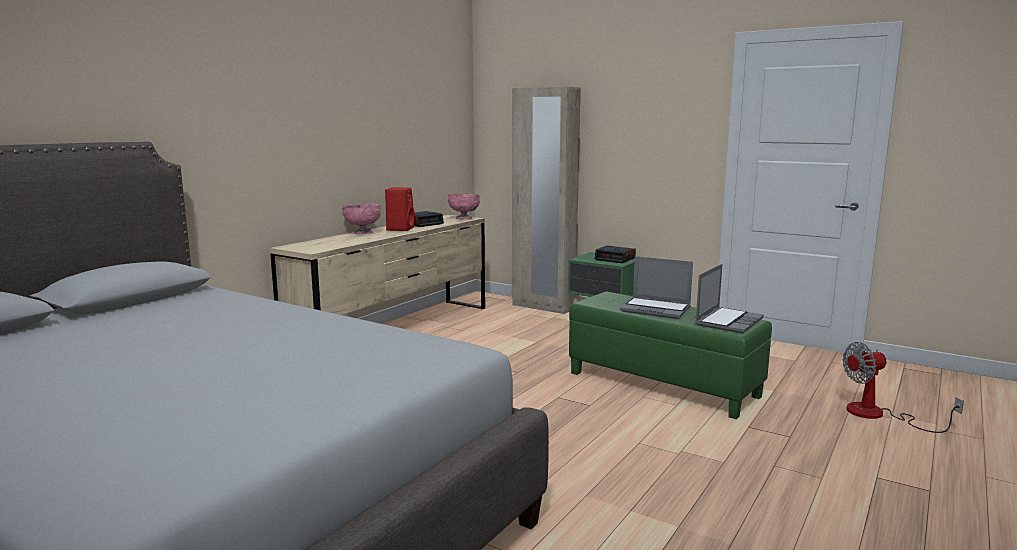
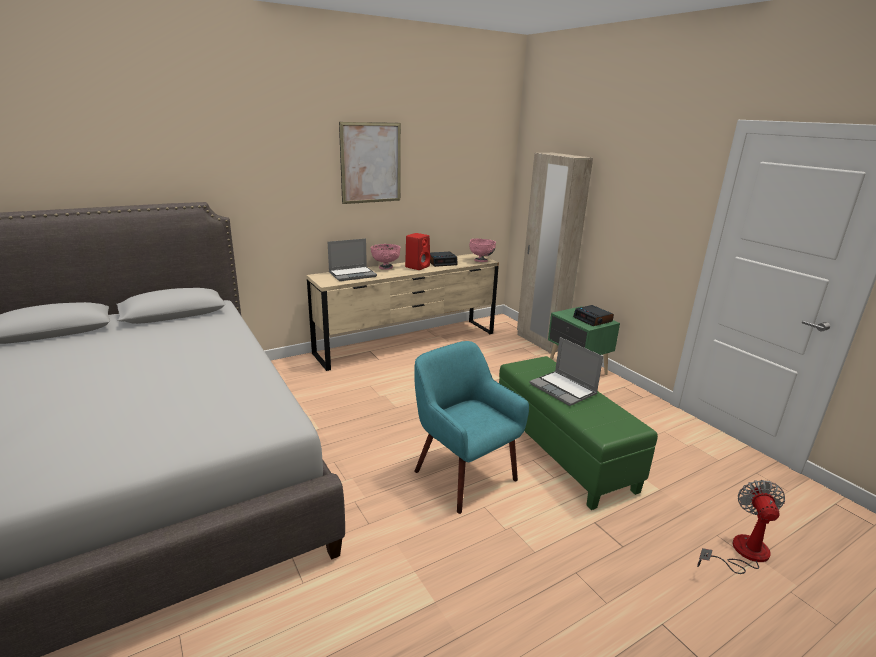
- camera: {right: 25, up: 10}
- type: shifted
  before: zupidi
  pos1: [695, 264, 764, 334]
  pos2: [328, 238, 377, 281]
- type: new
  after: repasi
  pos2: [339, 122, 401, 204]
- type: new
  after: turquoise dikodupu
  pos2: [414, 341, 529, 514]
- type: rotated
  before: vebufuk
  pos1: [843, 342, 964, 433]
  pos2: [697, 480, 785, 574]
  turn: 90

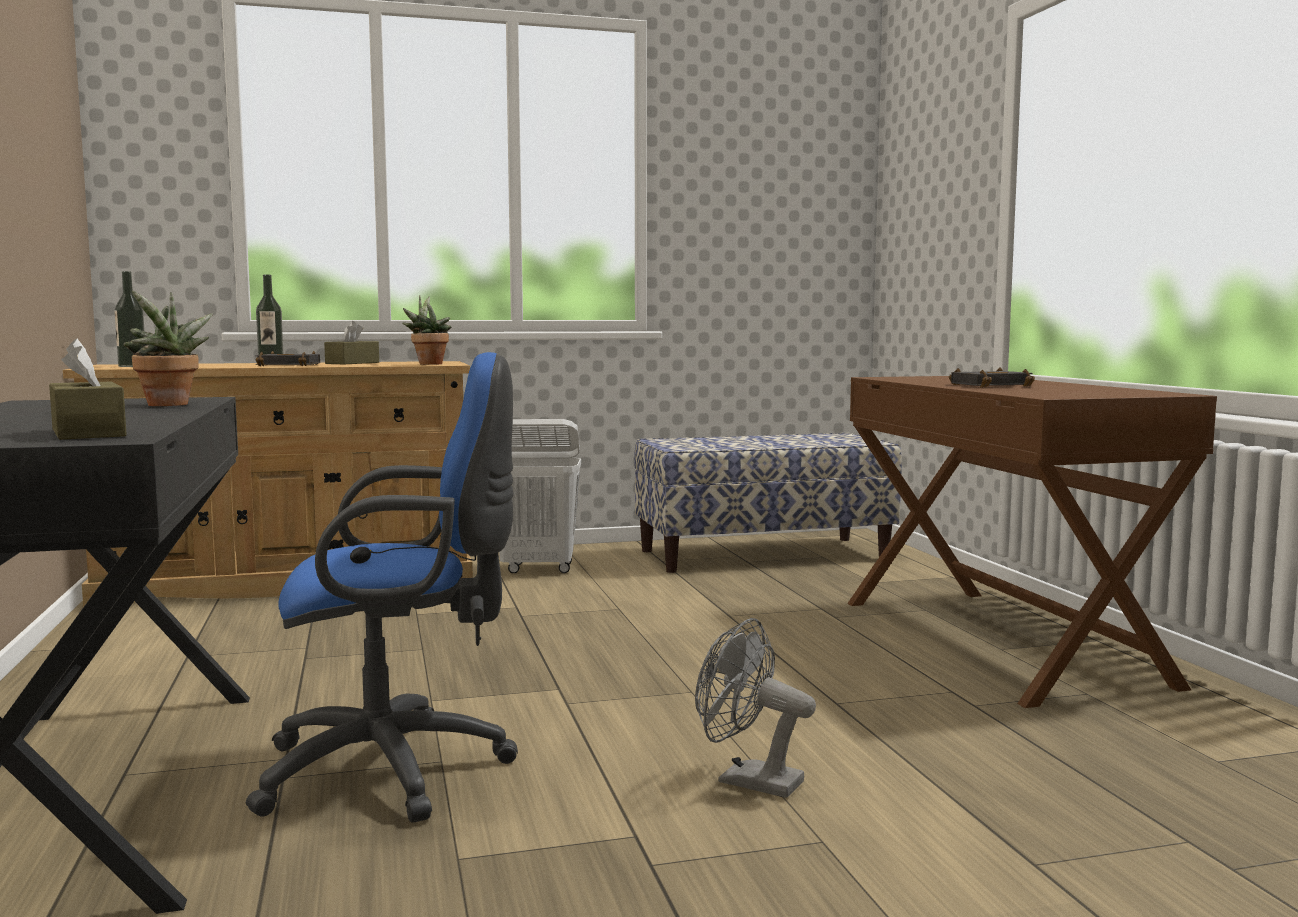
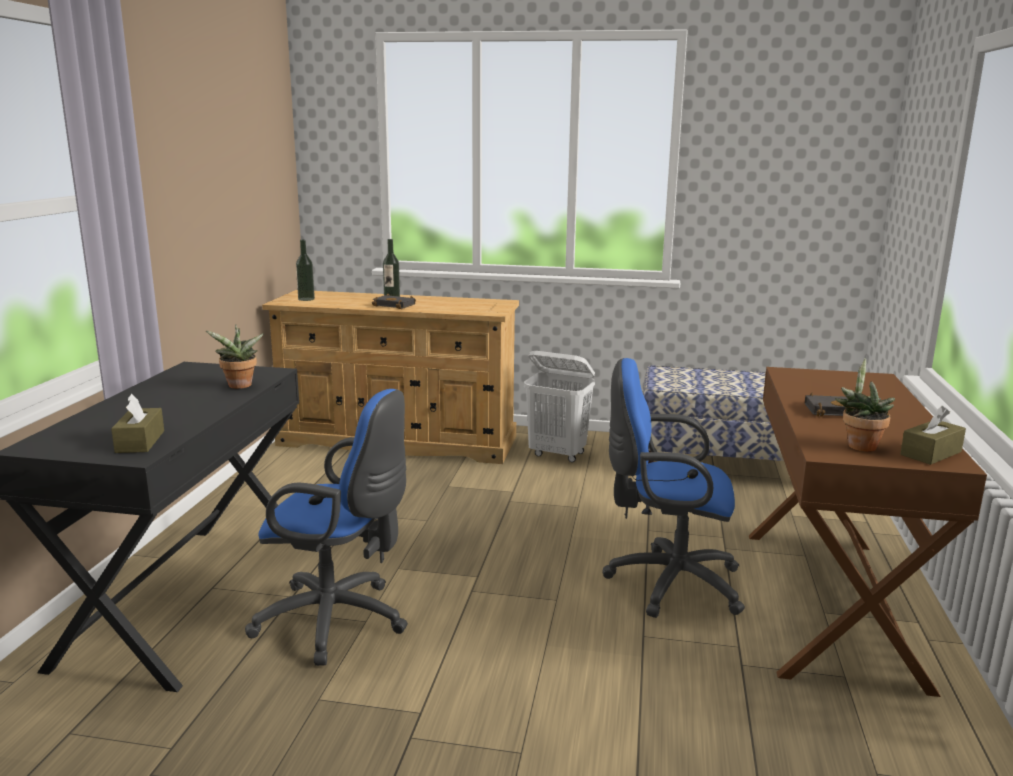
- camera: {right: 25, up: 10}
- type: new
  after: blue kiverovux
  pos2: [602, 358, 745, 618]
- type: shifted
  before: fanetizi
  pos1: [402, 295, 452, 365]
  pos2: [835, 358, 895, 452]
- type: shifted
  before: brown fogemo
  pos1: [324, 321, 379, 364]
  pos2: [900, 406, 966, 465]
- type: gone
  before: grey vebufuk
  pos1: [695, 618, 816, 798]

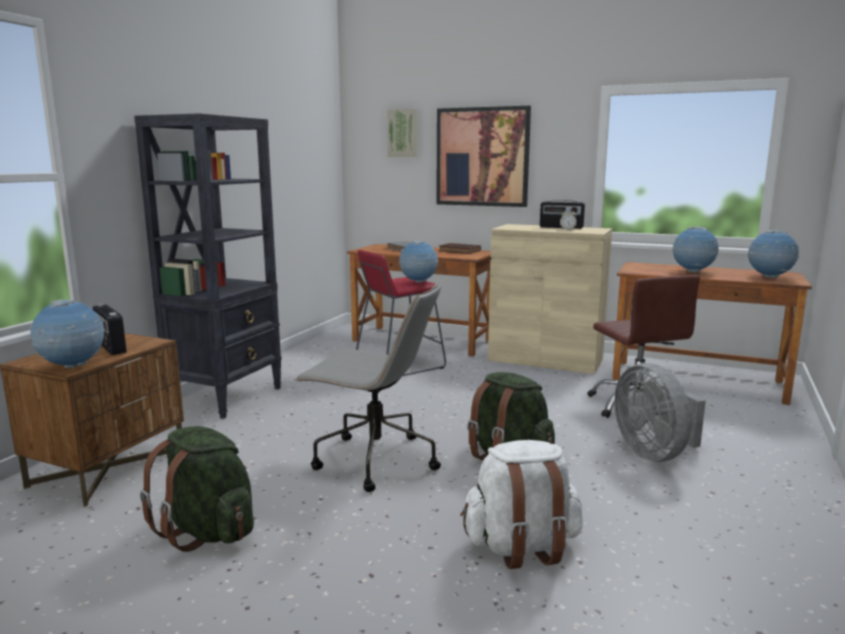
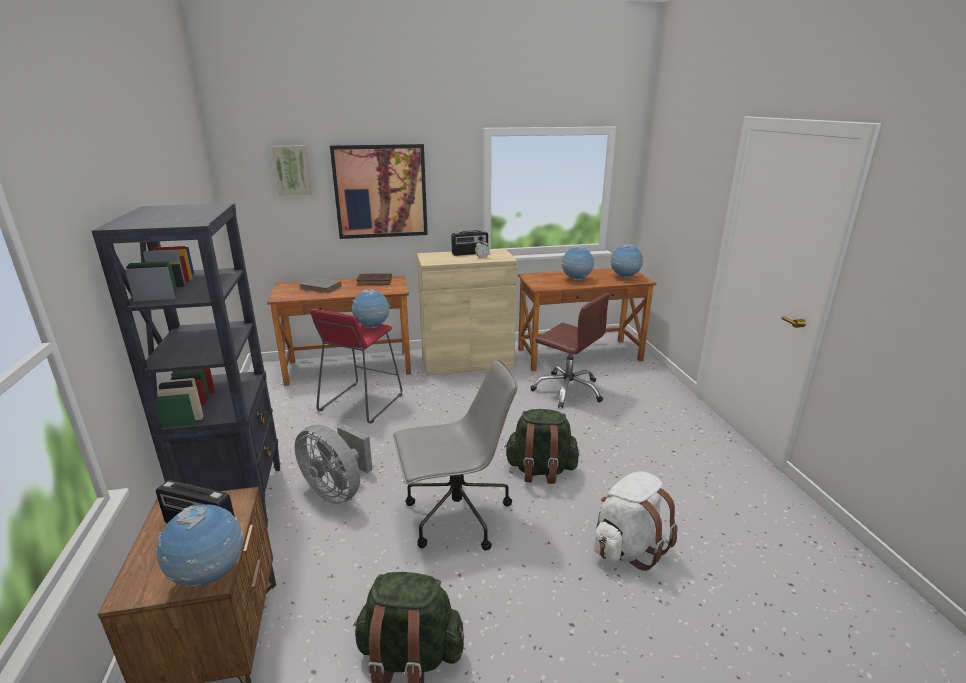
- camera: {right: -35, up: 10}
- type: shifted
  before: grey vebufuk
  pos1: [614, 363, 706, 462]
  pos2: [295, 424, 373, 504]

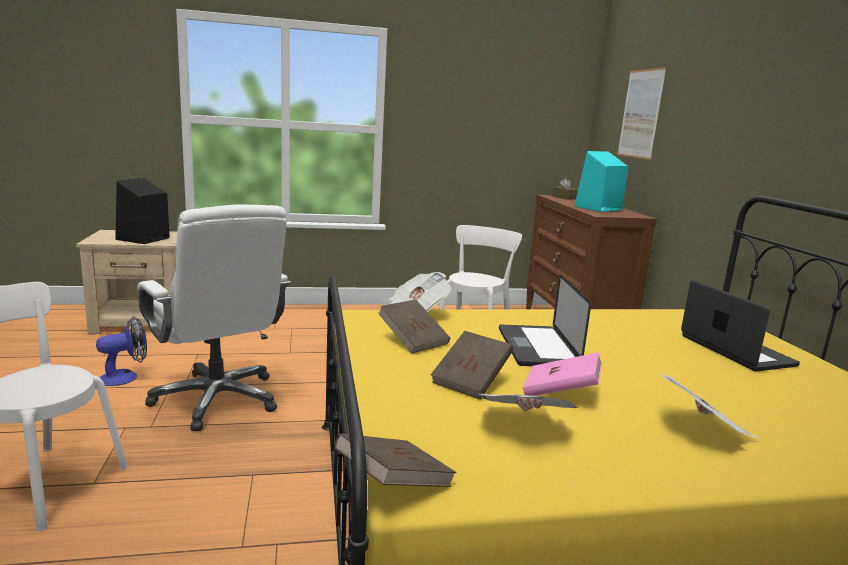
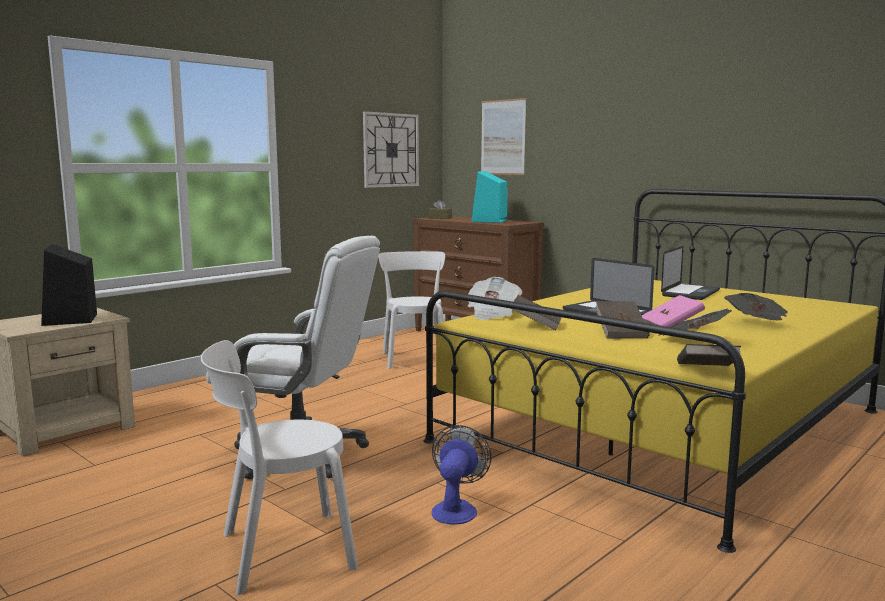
- camera: {right: -35, up: -5}
- type: new
  after: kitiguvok
  pos2: [363, 111, 419, 188]
- type: shifted
  before: vebufuk
  pos1: [96, 317, 147, 386]
  pos2: [432, 425, 491, 524]
- type: rotated
  before: zupidi
  pos1: [681, 280, 800, 371]
  pos2: [661, 246, 720, 300]
  turn: 90

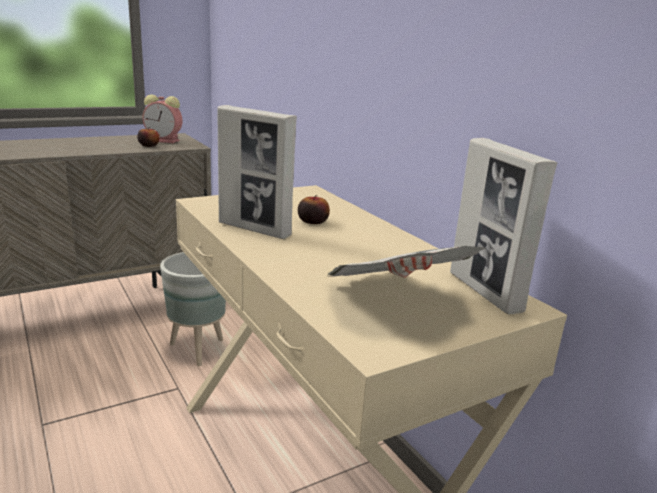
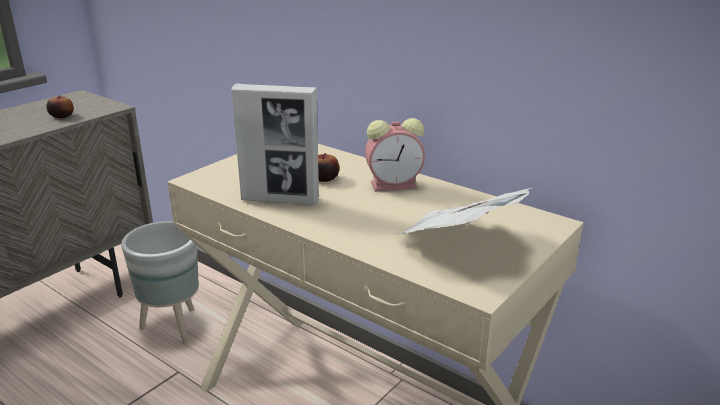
- camera: {right: -20, up: 5}
- type: shifted
  before: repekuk
  pos1: [143, 94, 183, 143]
  pos2: [365, 118, 425, 192]
- type: gone
  before: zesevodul
  pos1: [450, 138, 557, 314]

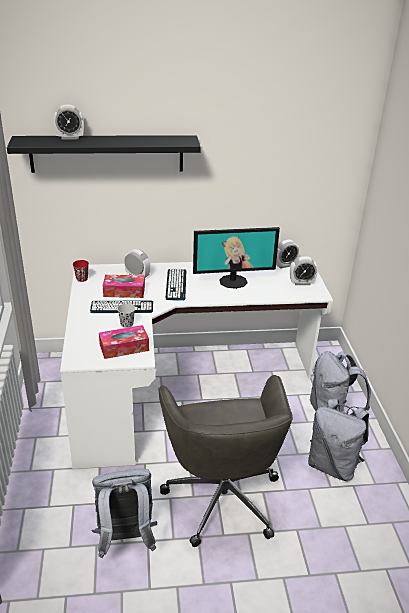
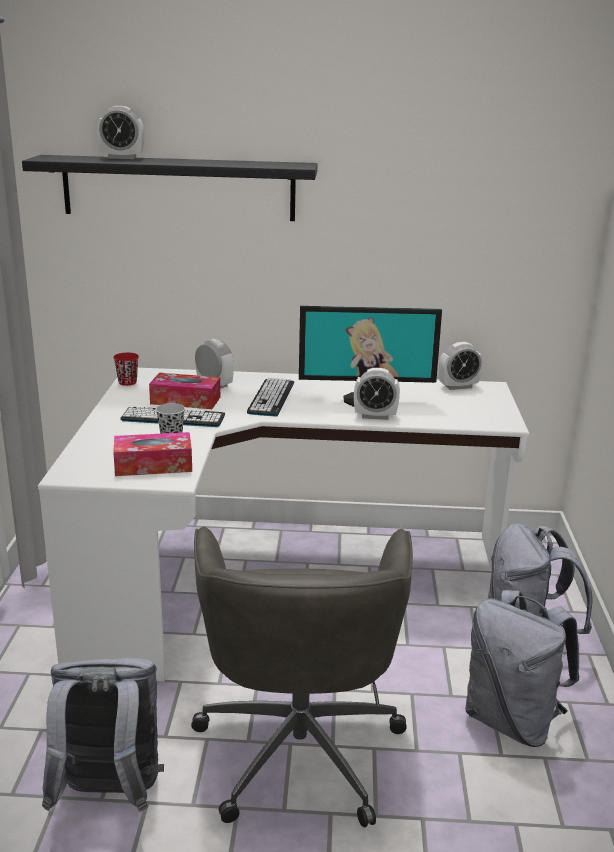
- camera: {right: 10, up: -10}
- type: shifted
  before: repekuk
  pos1: [290, 256, 318, 285]
  pos2: [354, 368, 400, 420]

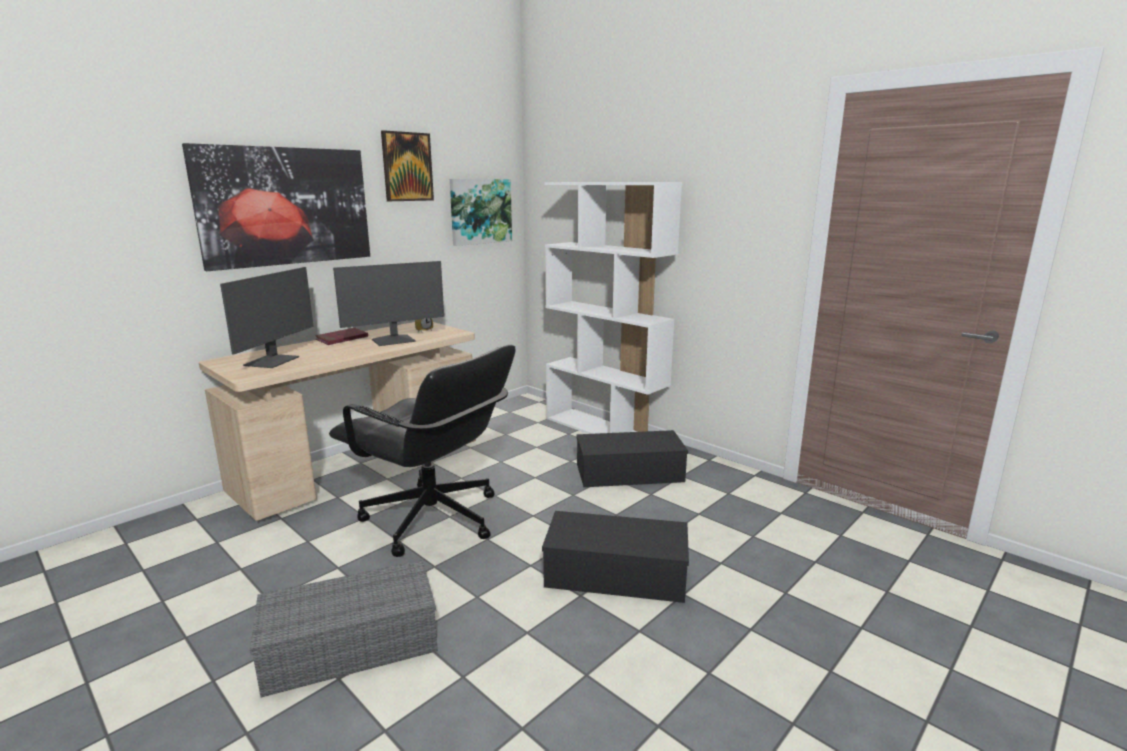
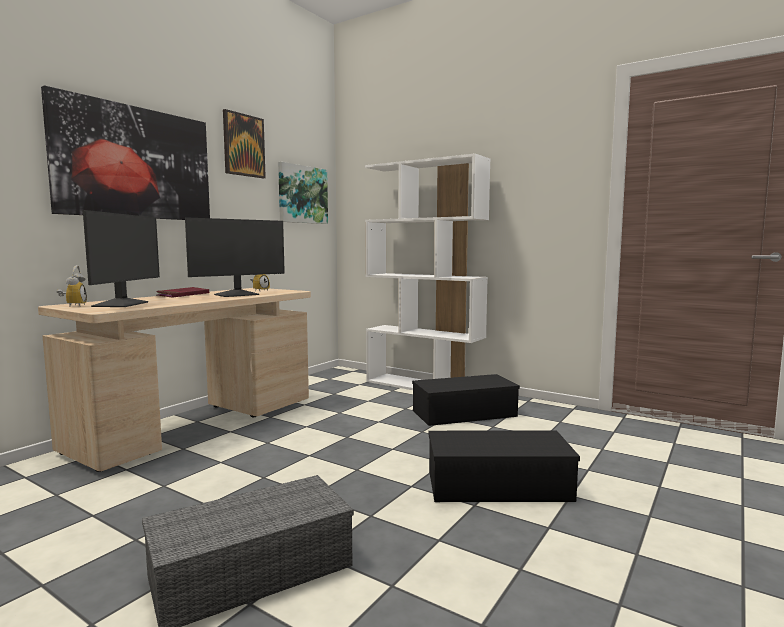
- camera: {right: -10, up: -10}
- type: new
  after: repekuk
  pos2: [57, 265, 87, 306]
- type: gone
  before: black kiverovux
  pos1: [329, 345, 515, 557]

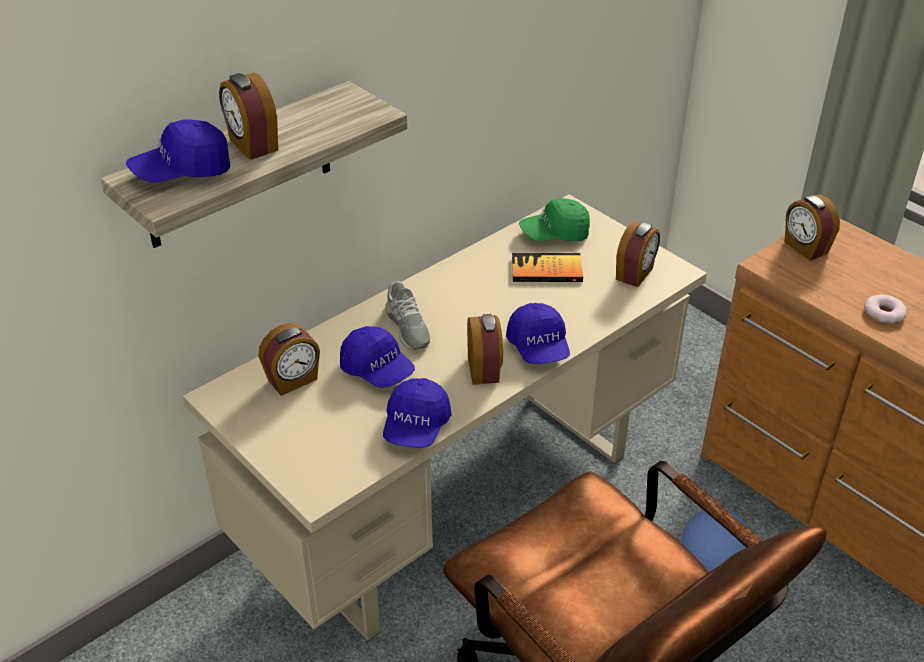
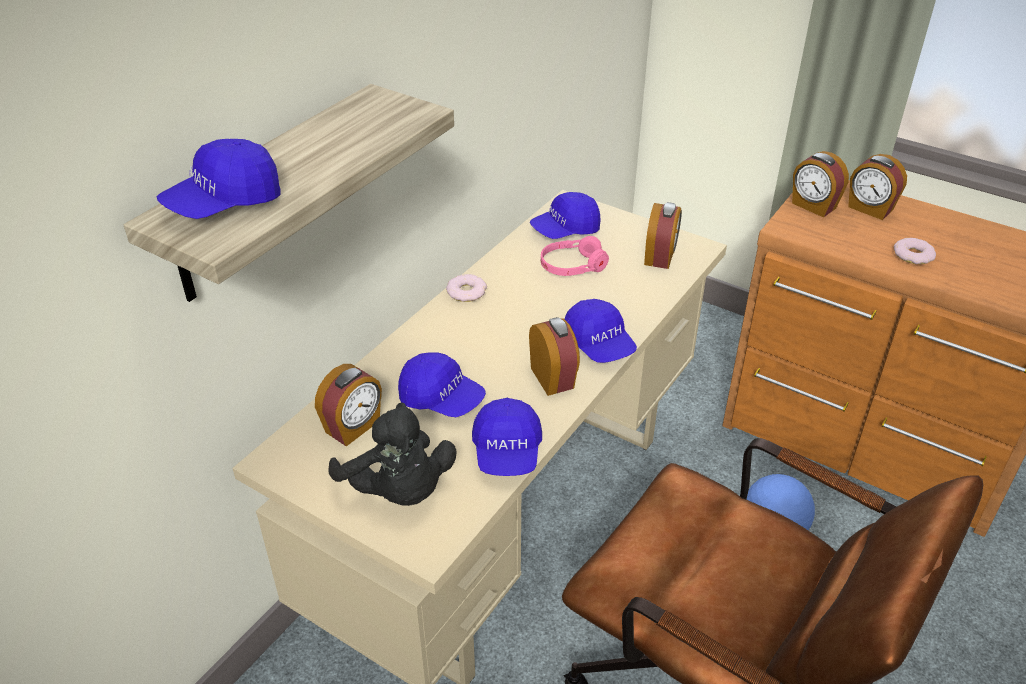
- camera: {right: -15, up: 0}
- type: new
  after: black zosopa
  pos2: [329, 403, 457, 506]
- type: new
  after: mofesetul
  pos2: [446, 274, 487, 302]
- type: repainted
  before: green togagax
  after: blue togagax
  pos1: [519, 198, 590, 242]
  pos2: [530, 192, 601, 239]
- type: swapped
  before: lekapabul
  after: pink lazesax
  pos1: [512, 253, 583, 282]
  pos2: [541, 236, 609, 276]
- type: shifted
  before: repekuk
  pos1: [219, 73, 278, 160]
  pos2: [848, 154, 907, 220]
- type: gone
  before: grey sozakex
  pos1: [386, 281, 430, 350]

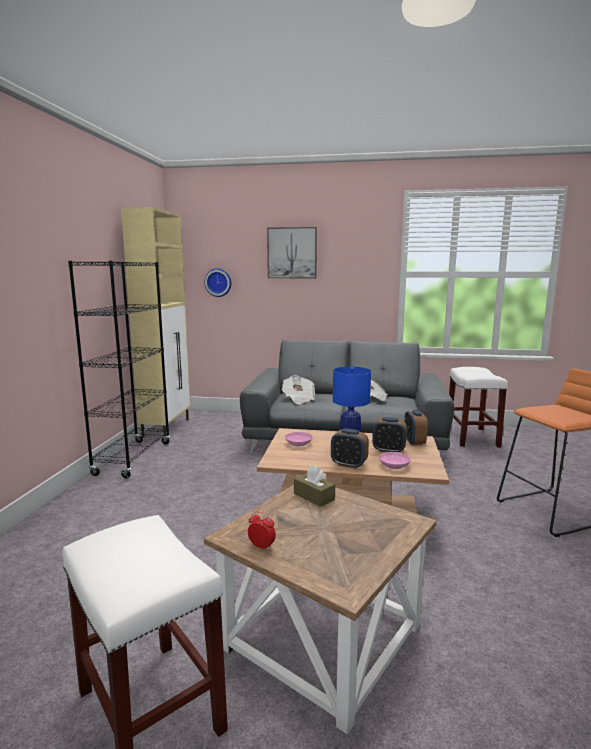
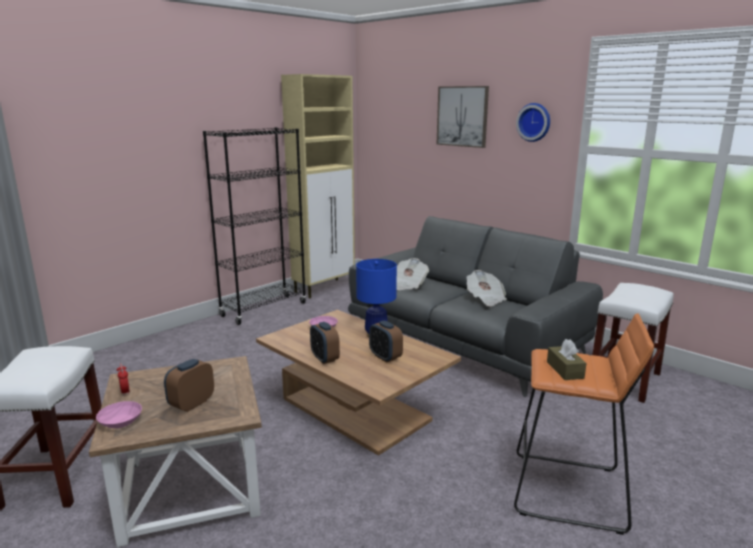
- camera: {right: 35, up: 5}
- type: shifted
  before: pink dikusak
  pos1: [379, 452, 411, 469]
  pos2: [96, 401, 142, 428]
- type: shifted
  before: repekuk
  pos1: [404, 410, 428, 445]
  pos2: [164, 359, 214, 412]
- type: shifted
  before: kitiguvok
  pos1: [204, 268, 231, 297]
  pos2: [516, 103, 550, 142]
- type: shifted
  before: brown fogemo
  pos1: [294, 465, 335, 507]
  pos2: [547, 339, 586, 380]

